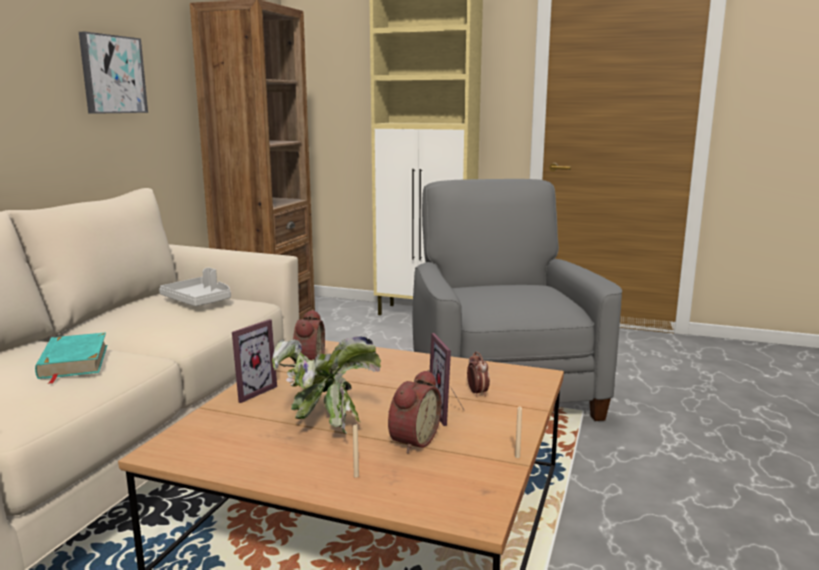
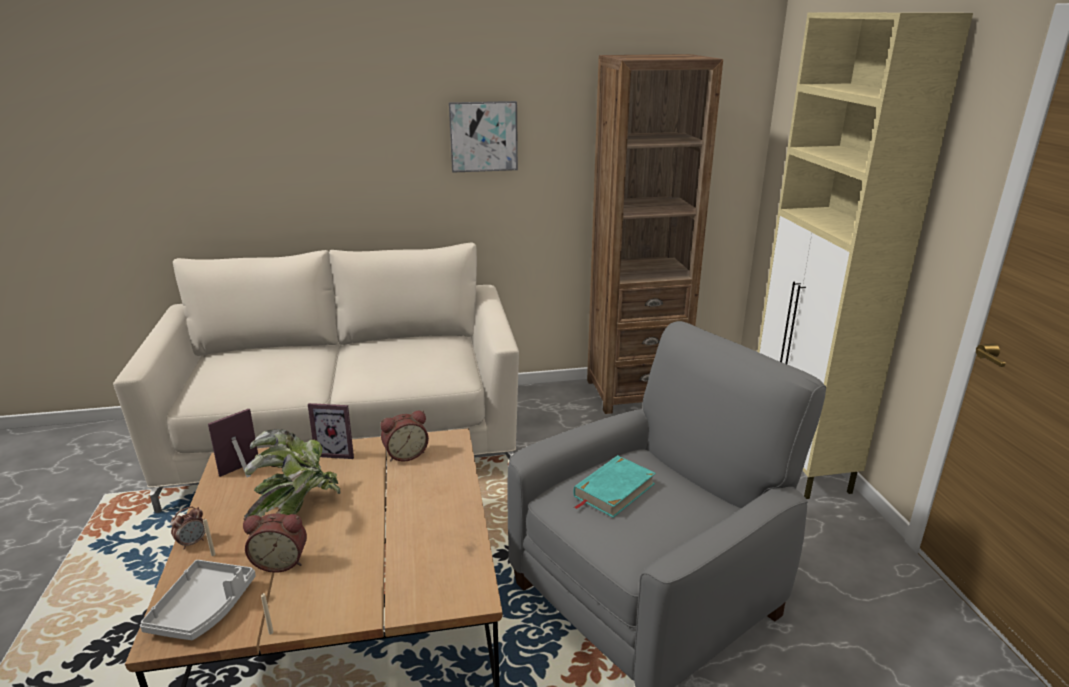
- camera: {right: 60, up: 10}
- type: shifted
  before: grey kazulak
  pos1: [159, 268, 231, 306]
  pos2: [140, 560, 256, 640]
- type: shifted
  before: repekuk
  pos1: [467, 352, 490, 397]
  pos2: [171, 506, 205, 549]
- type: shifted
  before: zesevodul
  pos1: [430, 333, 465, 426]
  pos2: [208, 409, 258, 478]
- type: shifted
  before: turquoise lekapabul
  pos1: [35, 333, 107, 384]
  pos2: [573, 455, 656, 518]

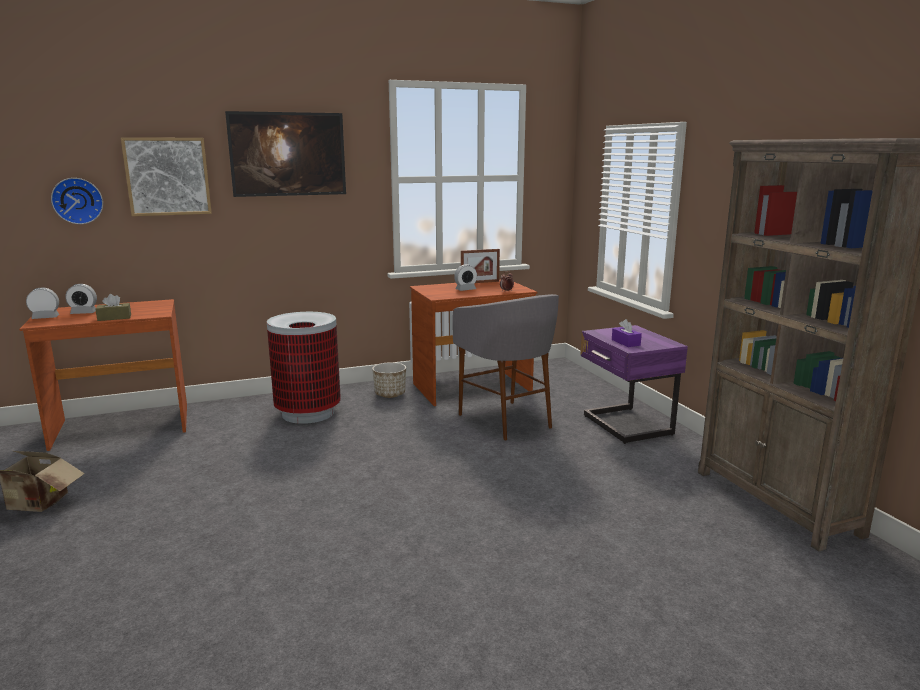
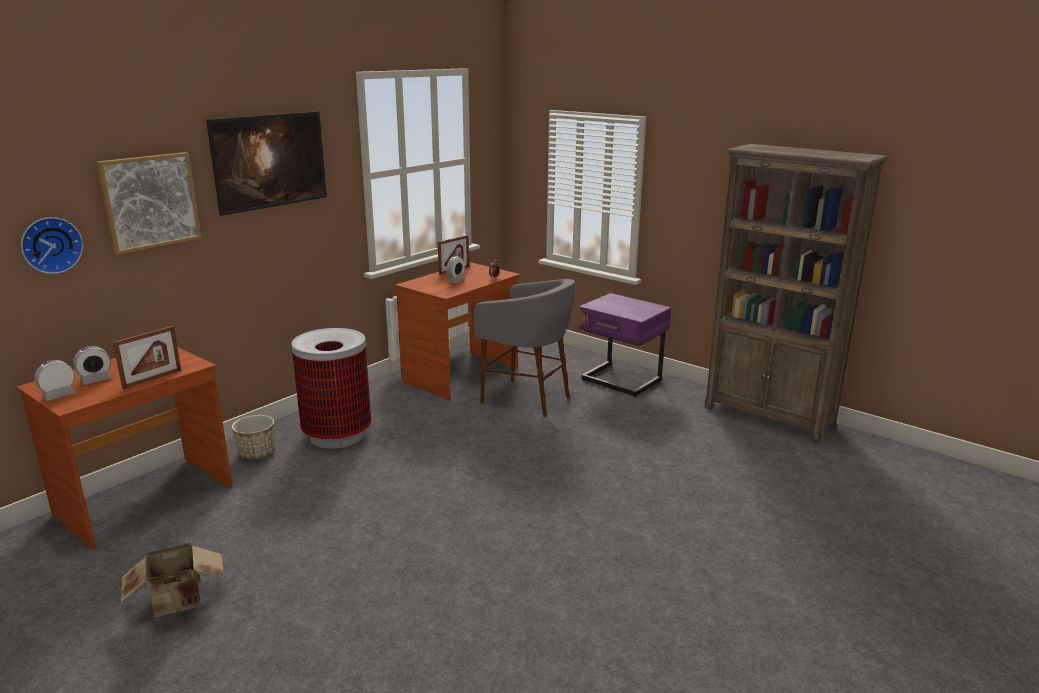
- camera: {right: -30, up: 5}
- type: swapped
  before: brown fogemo
  after: zesevodul
  pos1: [96, 294, 131, 321]
  pos2: [113, 326, 181, 389]
- type: shifted
  before: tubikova
  pos1: [372, 362, 406, 398]
  pos2: [232, 415, 275, 460]
- type: gone
  before: purple fogemo
  pos1: [612, 319, 642, 347]

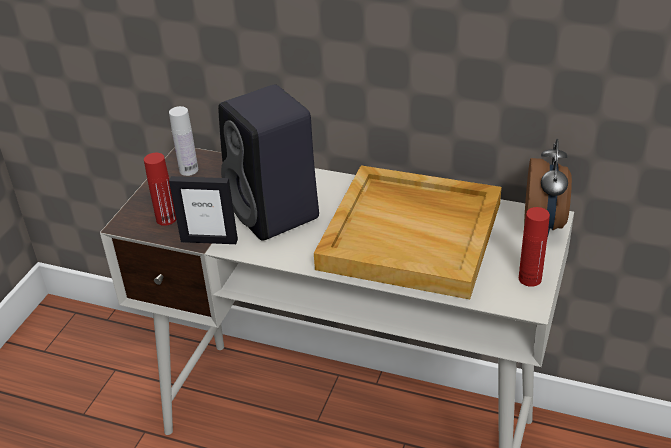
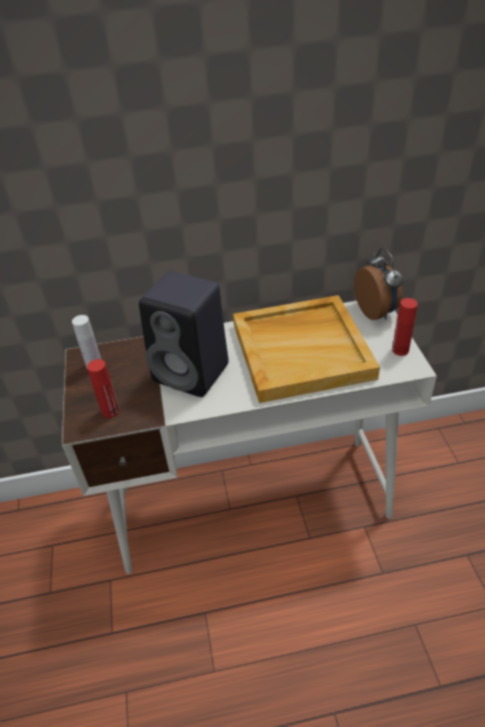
- camera: {right: -30, up: 5}
- type: gone
  before: zesevodul
  pos1: [169, 176, 238, 244]

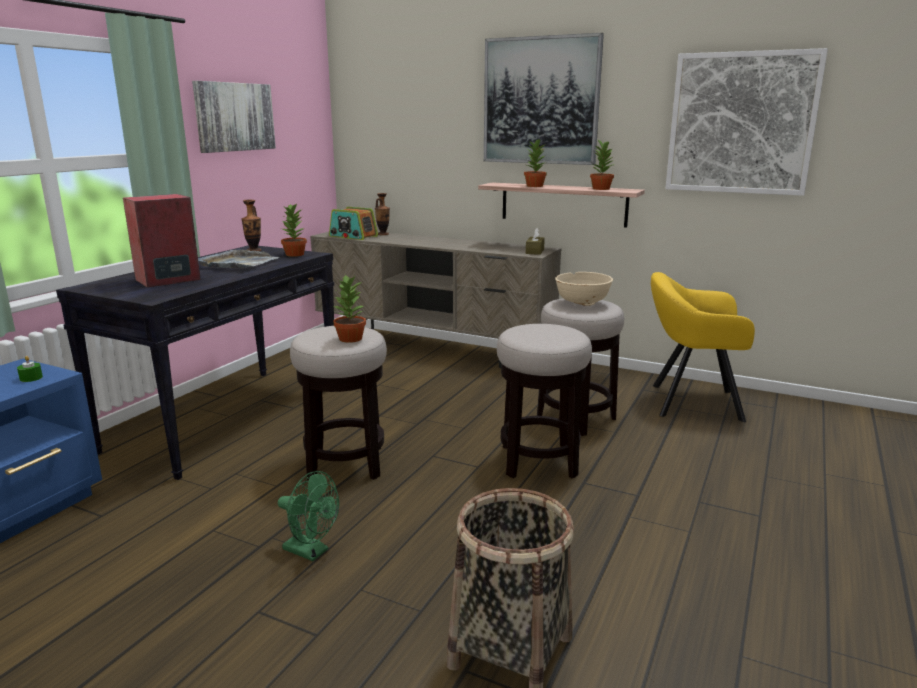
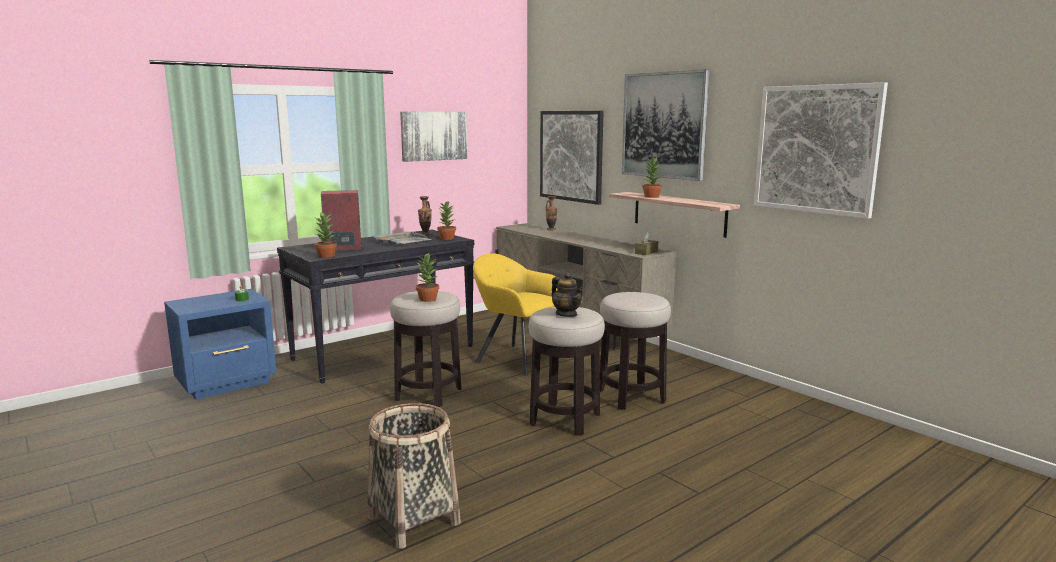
- camera: {right: 25, up: -5}
- type: shifted
  before: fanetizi
  pos1: [590, 140, 614, 190]
  pos2: [314, 212, 337, 258]
- type: shifted
  before: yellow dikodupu
  pos1: [651, 272, 755, 422]
  pos2: [473, 254, 558, 376]
- type: new
  after: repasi
  pos2: [540, 111, 604, 205]
- type: new
  after: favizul
  pos2: [551, 272, 583, 317]
- type: gone
  before: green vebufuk
  pos1: [278, 471, 339, 561]
- type: gone
  before: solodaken
  pos1: [329, 207, 378, 240]
- type: gone
  before: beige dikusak
  pos1: [555, 272, 613, 306]

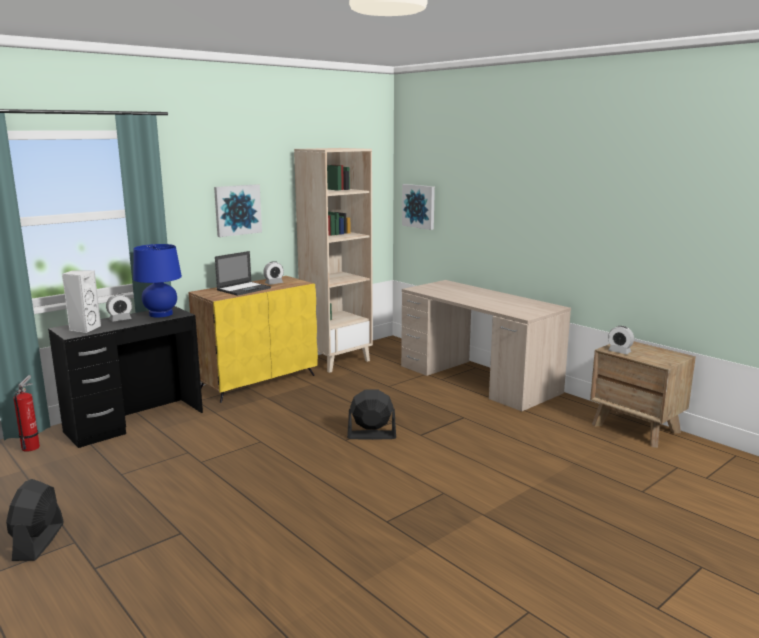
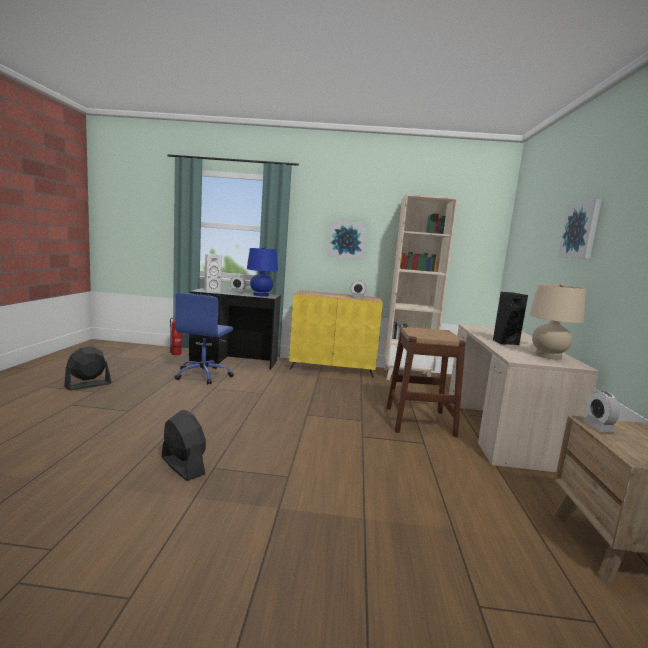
- camera: {right: 45, up: -5}
- type: shifted
  before: black vebufuk
  pos1: [347, 389, 396, 440]
  pos2: [162, 410, 206, 481]
- type: new
  after: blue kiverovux
  pos2: [175, 293, 234, 384]
- type: new
  after: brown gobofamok
  pos2: [387, 327, 466, 437]
- type: new
  after: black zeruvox
  pos2: [493, 292, 528, 345]
- type: new
  after: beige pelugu
  pos2: [529, 283, 586, 360]
- type: shifted
  before: repasi
  pos1: [402, 184, 435, 230]
  pos2: [558, 199, 602, 259]
- type: gone
  before: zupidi
  pos1: [215, 251, 271, 296]

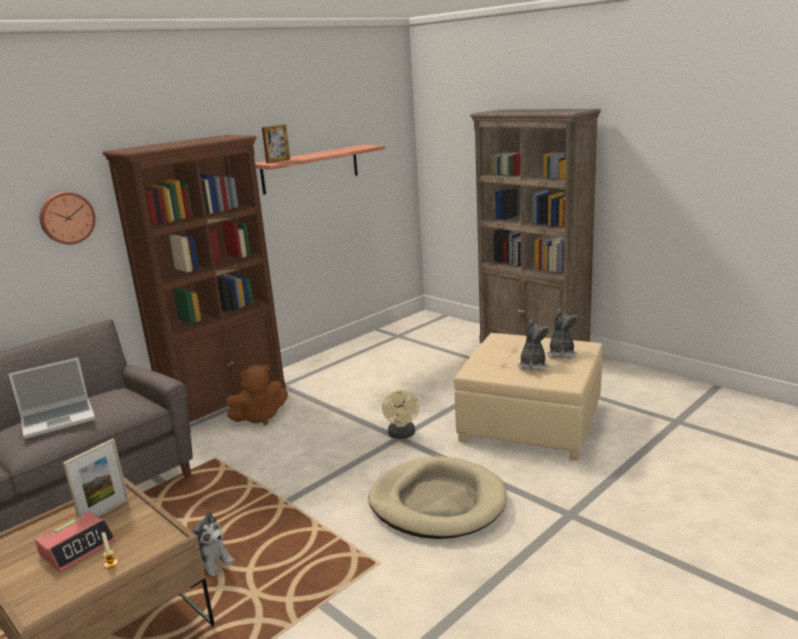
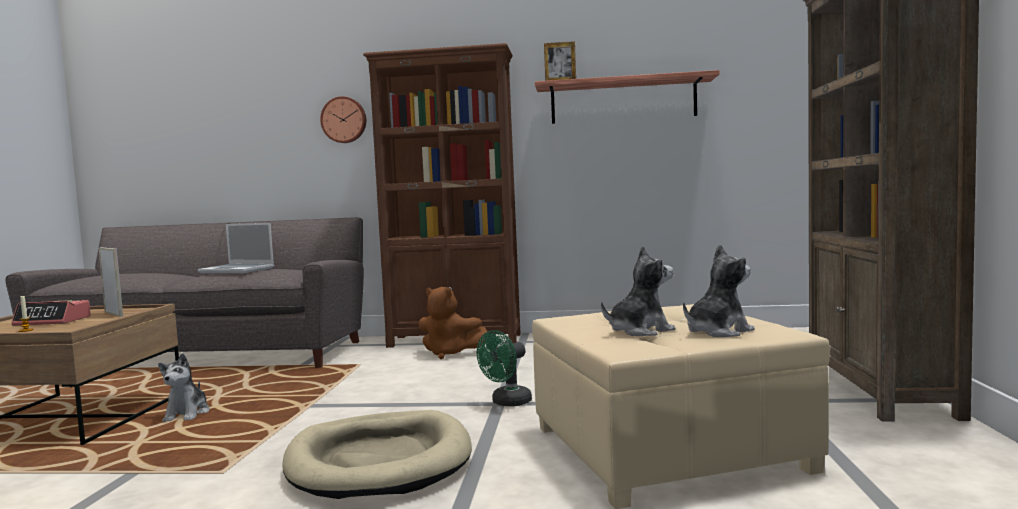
- camera: {right: 50, up: -15}
- type: rotated
  before: zesevodul
  pos1: [63, 439, 129, 517]
  pos2: [98, 247, 123, 317]
  turn: -135
- type: repainted
  before: beige vebufuk
  after: green vebufuk
  pos1: [382, 390, 419, 439]
  pos2: [477, 330, 532, 406]

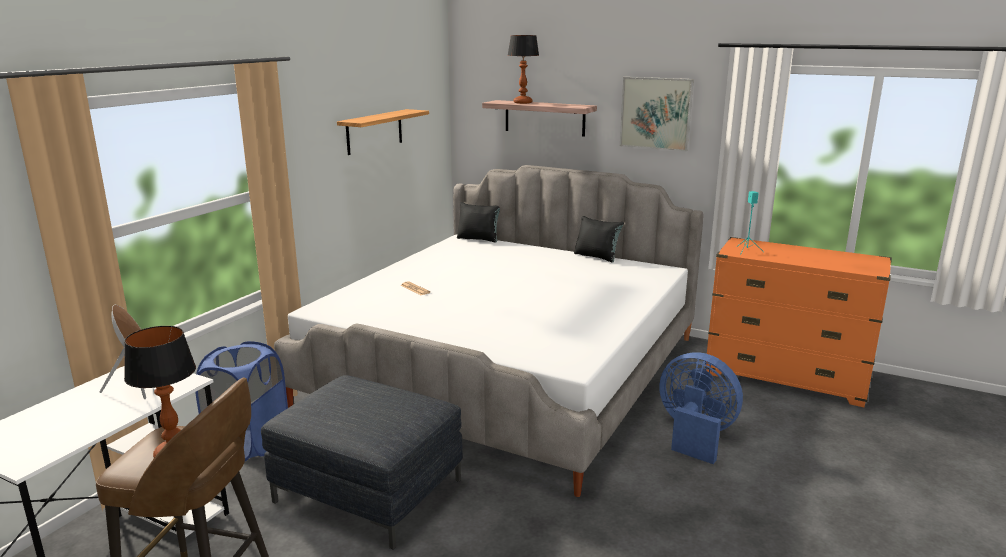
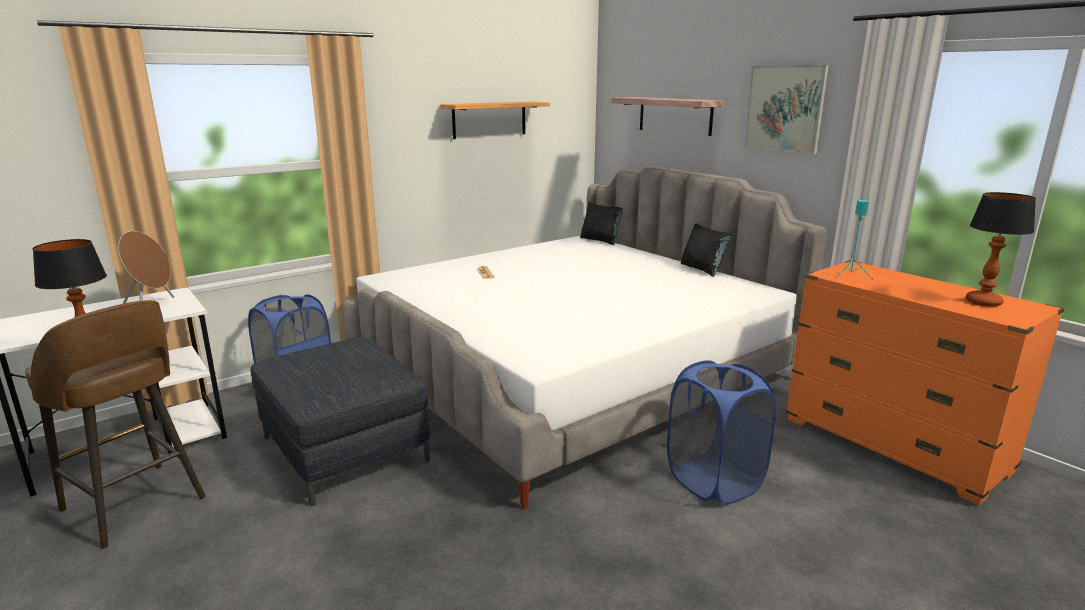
- camera: {right: 25, up: 0}
- type: swapped
  before: blue vebufuk
  after: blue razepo
  pos1: [660, 352, 743, 464]
  pos2: [667, 360, 776, 505]
- type: shifted
  before: pelugu
  pos1: [508, 35, 539, 104]
  pos2: [966, 192, 1036, 307]

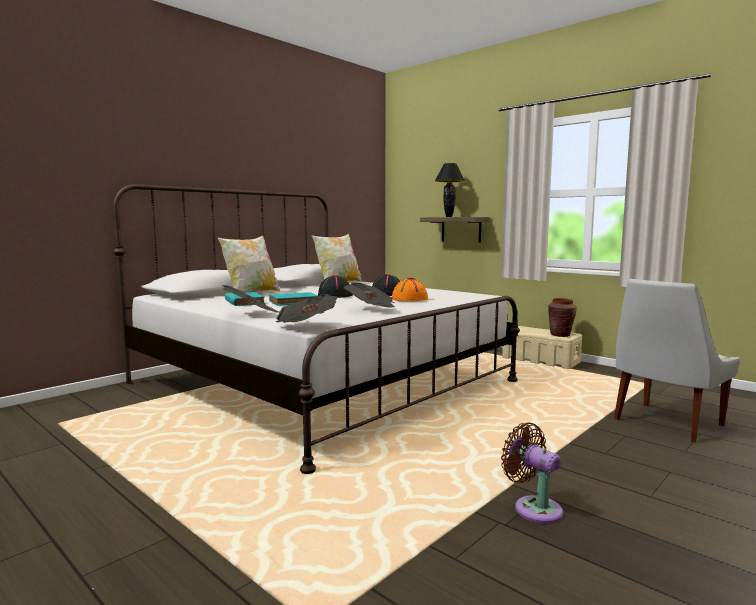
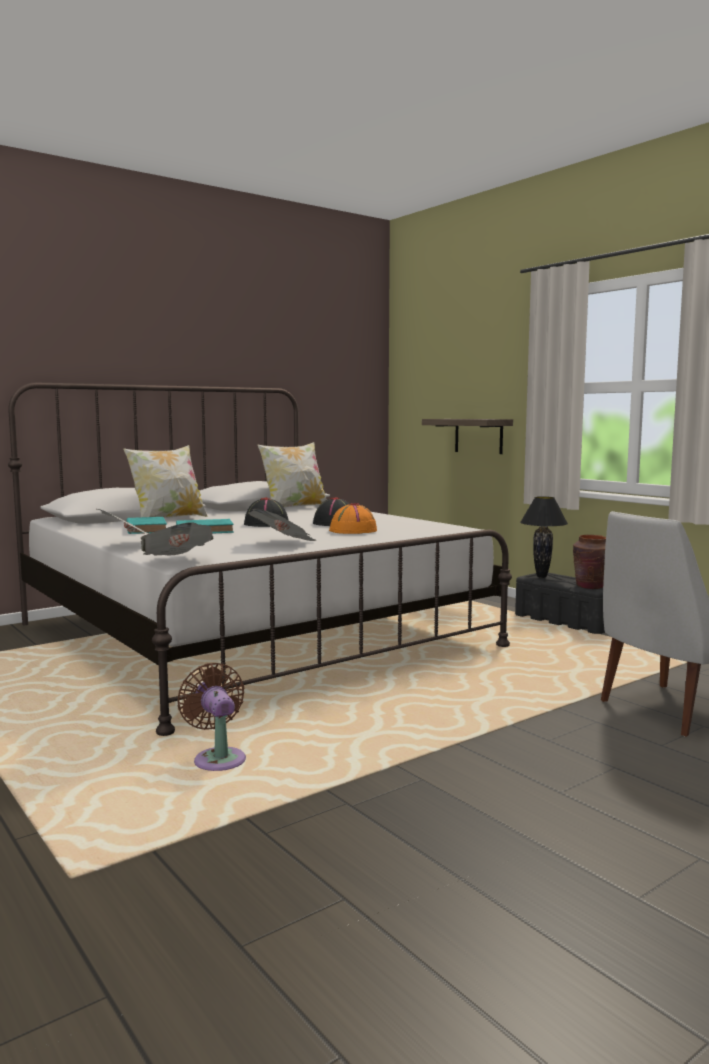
- camera: {right: 10, up: 0}
- type: shifted
  before: brown vebufuk
  pos1: [501, 423, 563, 524]
  pos2: [178, 663, 246, 771]
- type: repainted
  before: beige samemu
  after: black samemu
  pos1: [502, 326, 582, 369]
  pos2: [515, 573, 605, 634]
- type: shifted
  before: black pelugu
  pos1: [435, 163, 465, 217]
  pos2: [520, 496, 568, 578]

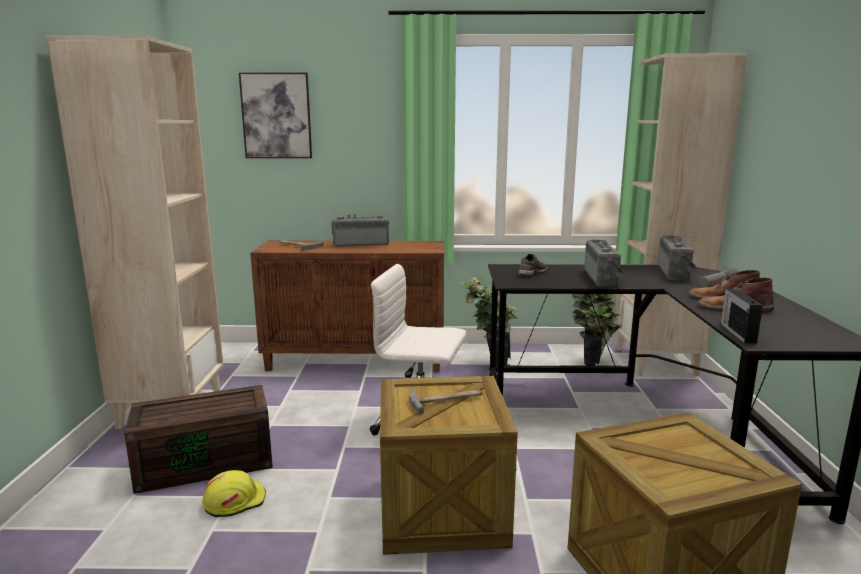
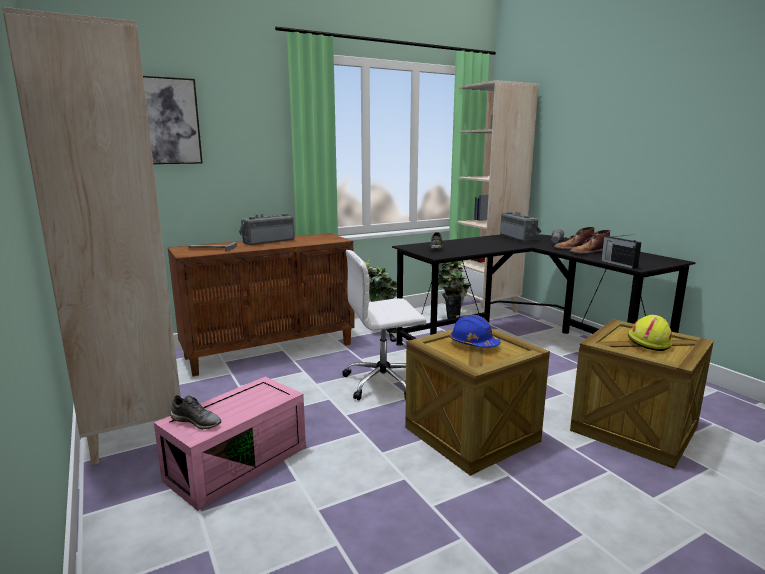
- camera: {right: -30, up: 0}
- type: repainted
  before: brown samemu
  after: pink samemu
  pos1: [124, 385, 273, 494]
  pos2: [154, 377, 306, 511]
- type: new
  after: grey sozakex
  pos2: [170, 395, 222, 429]
- type: swapped
  before: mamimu
  after: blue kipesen
  pos1: [410, 387, 482, 415]
  pos2: [450, 315, 500, 348]
- type: shifted
  before: yellow kipesen
  pos1: [202, 470, 266, 517]
  pos2: [628, 315, 672, 351]
- type: gone
  before: solodaken
  pos1: [584, 239, 625, 287]

